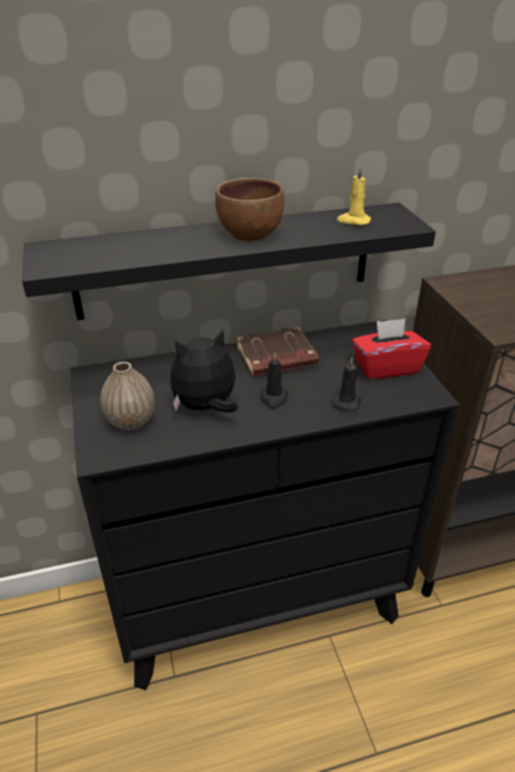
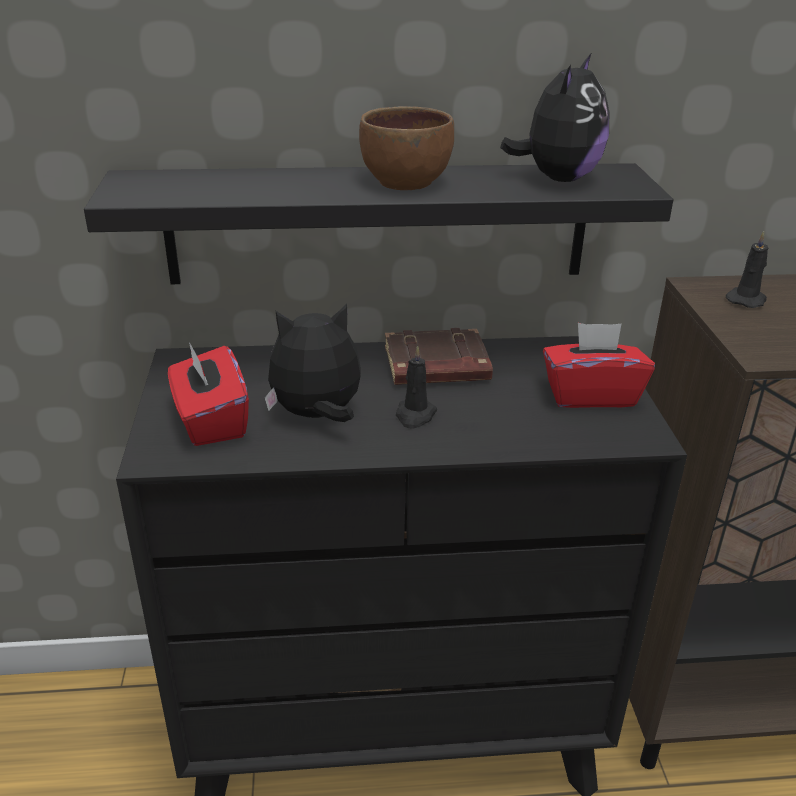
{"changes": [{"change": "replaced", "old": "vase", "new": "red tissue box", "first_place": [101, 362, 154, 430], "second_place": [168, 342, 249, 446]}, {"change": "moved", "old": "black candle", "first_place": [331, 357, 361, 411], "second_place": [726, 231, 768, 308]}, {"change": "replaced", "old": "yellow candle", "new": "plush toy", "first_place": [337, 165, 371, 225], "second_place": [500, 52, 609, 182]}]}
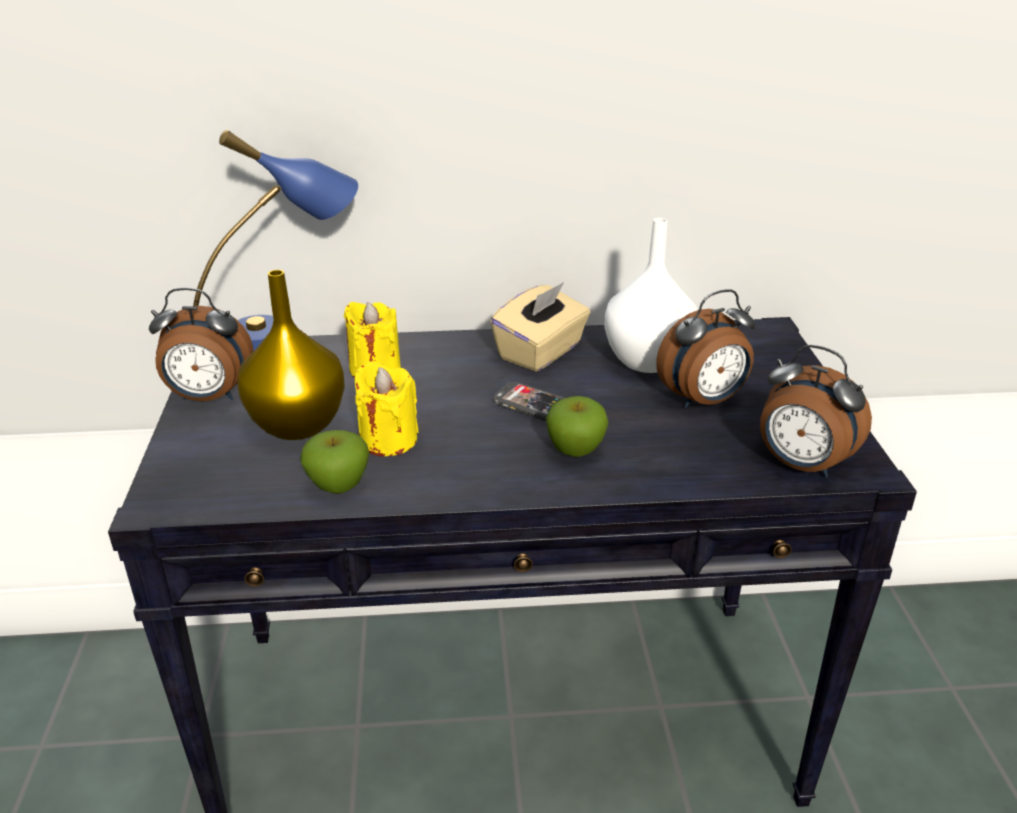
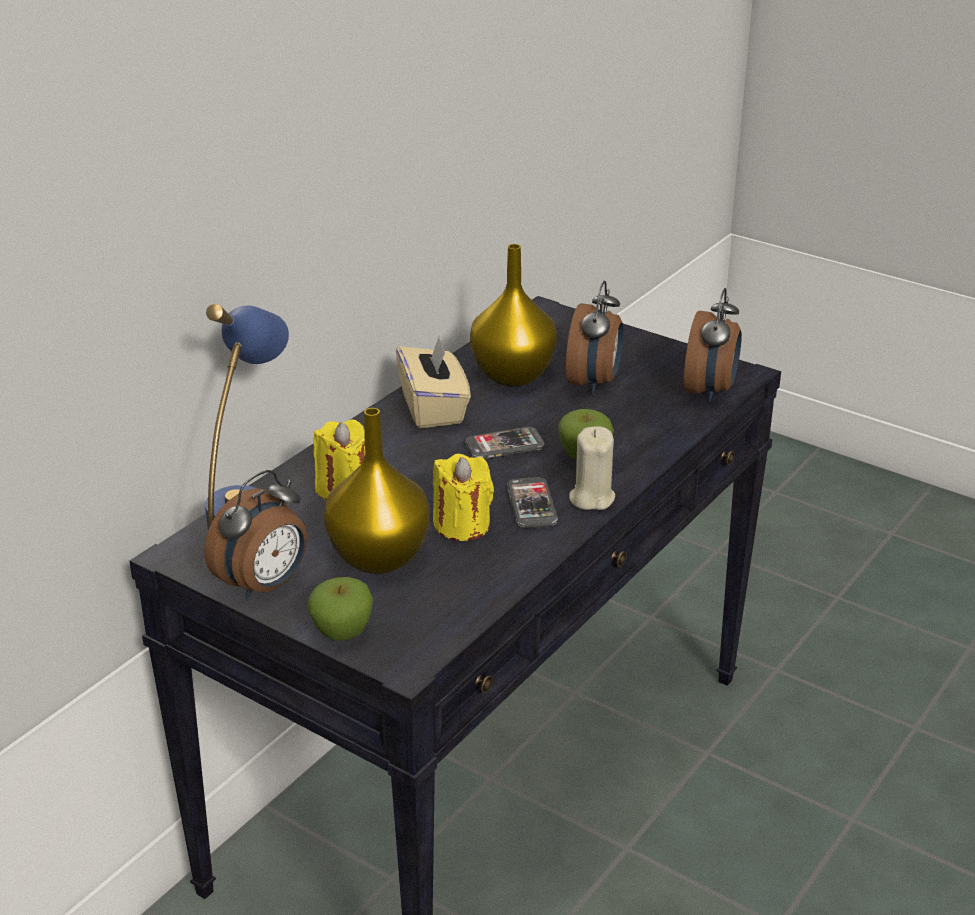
{"changes": [{"change": "moved", "old": "apple", "first_place": [300, 430, 369, 494], "second_place": [307, 577, 373, 641]}, {"change": "recoloured", "old": "white vase", "new": "yellow vase", "first_place": [605, 218, 697, 373], "second_place": [470, 244, 557, 386]}, {"change": "turned", "old": "alarm clock", "first_place": [760, 345, 872, 478], "second_place": [684, 288, 742, 402], "degrees": -60}, {"change": "added", "new": "phone", "second_place": [507, 477, 558, 528]}, {"change": "added", "new": "beige candle", "second_place": [569, 426, 615, 510]}]}
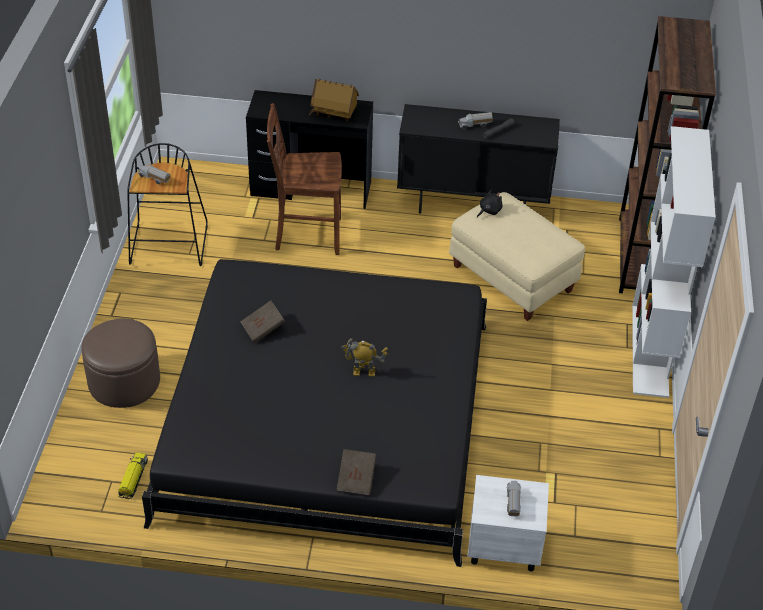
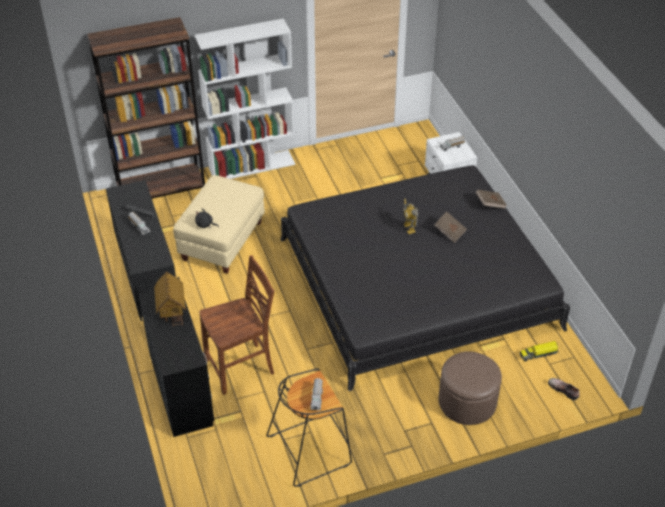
{"changes": [{"change": "moved", "old": "brown book", "first_place": [240, 301, 285, 343], "second_place": [435, 212, 467, 243]}, {"change": "turned", "old": "brown chair", "first_place": [267, 103, 342, 255], "second_place": [199, 255, 274, 395], "degrees": -90}, {"change": "added", "new": "shoe", "second_place": [548, 378, 580, 400]}]}
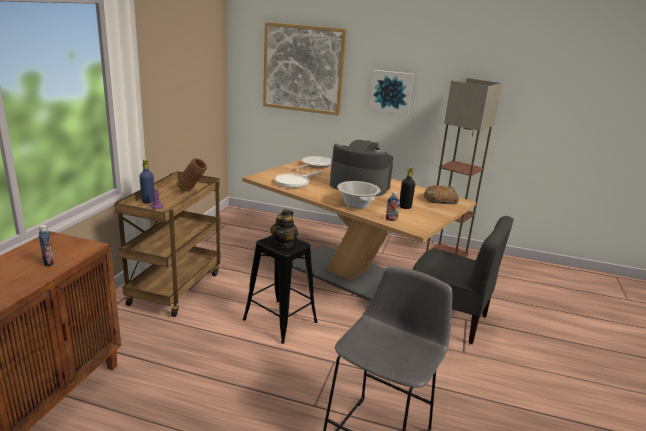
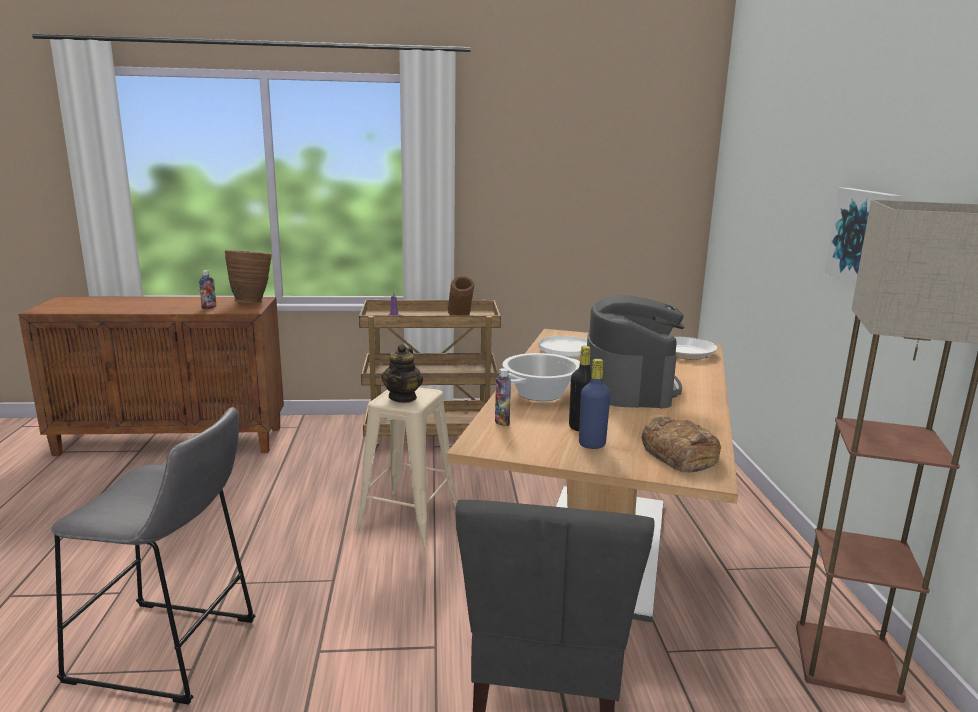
{"changes": [{"change": "moved", "old": "blue bottle", "first_place": [139, 159, 154, 203], "second_place": [579, 359, 611, 449]}, {"change": "recoloured", "old": "black stool", "new": "beige stool", "first_place": [243, 235, 318, 344], "second_place": [355, 388, 457, 546]}, {"change": "removed", "old": "picture", "first_place": [263, 22, 347, 116]}, {"change": "turned", "old": "teapot", "first_place": [270, 209, 298, 248], "second_place": [381, 344, 423, 403], "degrees": -75}, {"change": "added", "new": "brown vase", "second_place": [225, 250, 272, 303]}]}
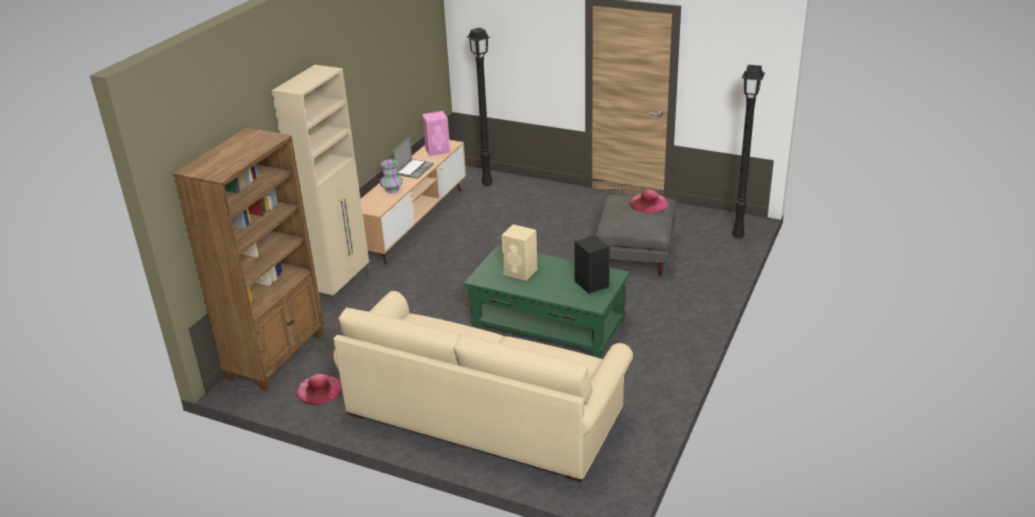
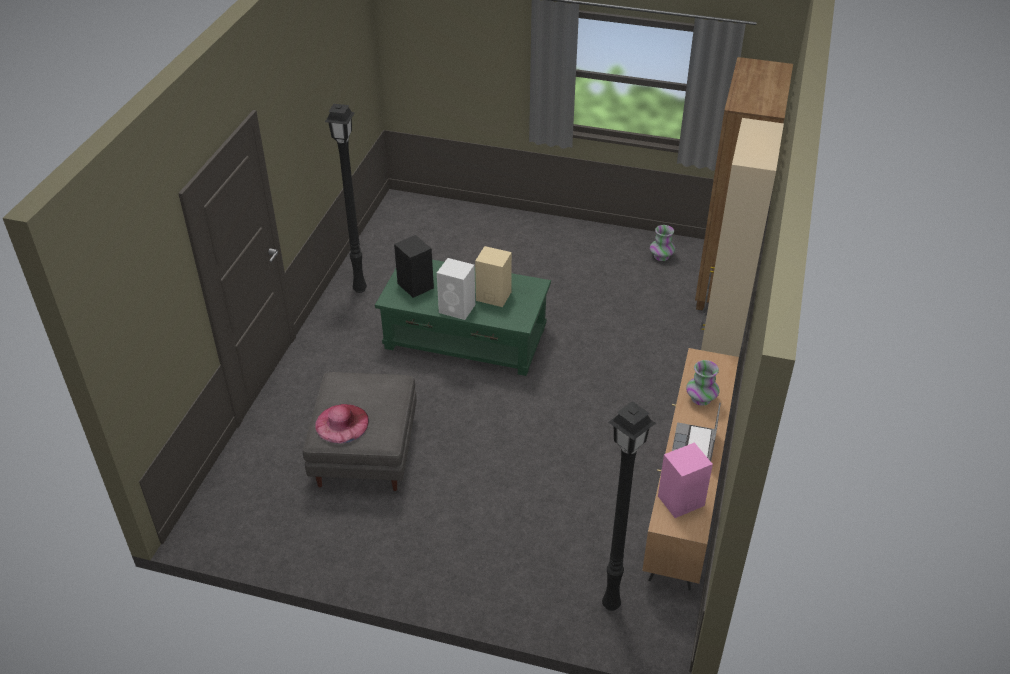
{"changes": [{"change": "replaced", "old": "pink hat", "new": "vase", "first_place": [296, 374, 342, 405], "second_place": [650, 225, 675, 261]}, {"change": "removed", "old": "beige sofa", "first_place": [333, 291, 633, 482]}, {"change": "moved", "old": "black floor lamp", "first_place": [732, 65, 765, 239], "second_place": [325, 104, 367, 293]}, {"change": "added", "new": "white speaker", "second_place": [437, 258, 475, 320]}]}
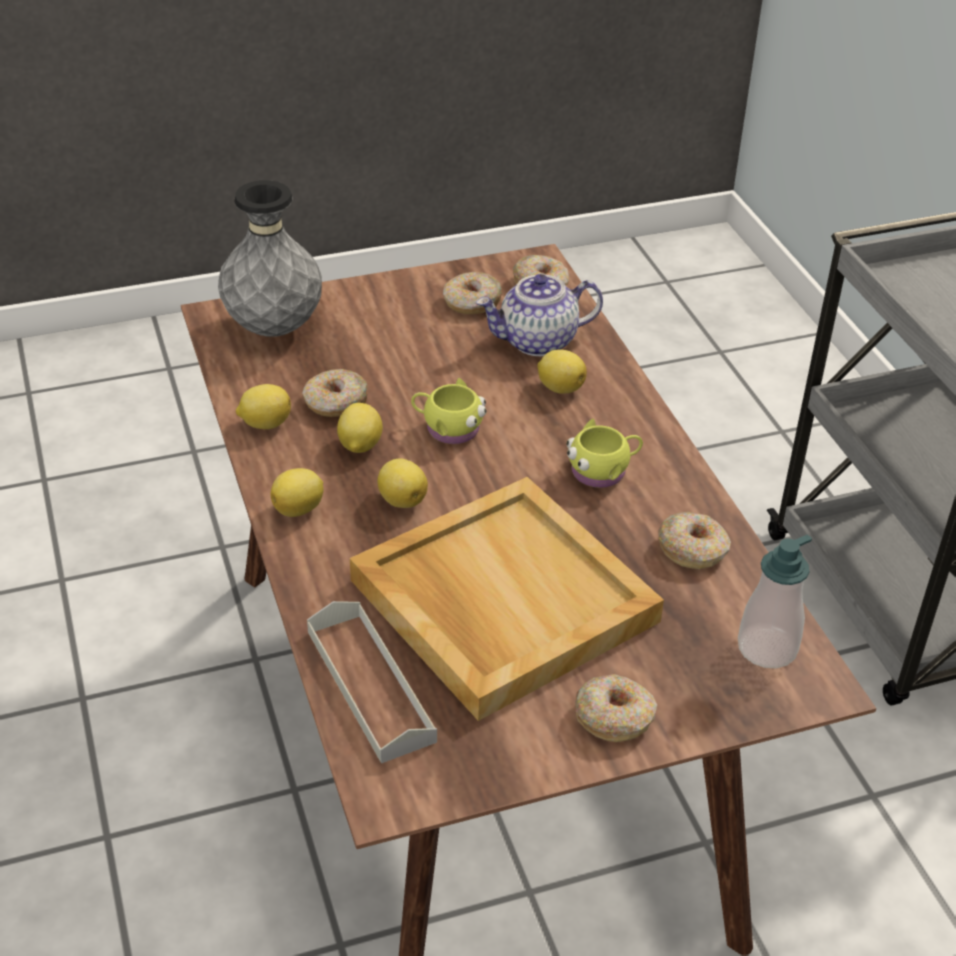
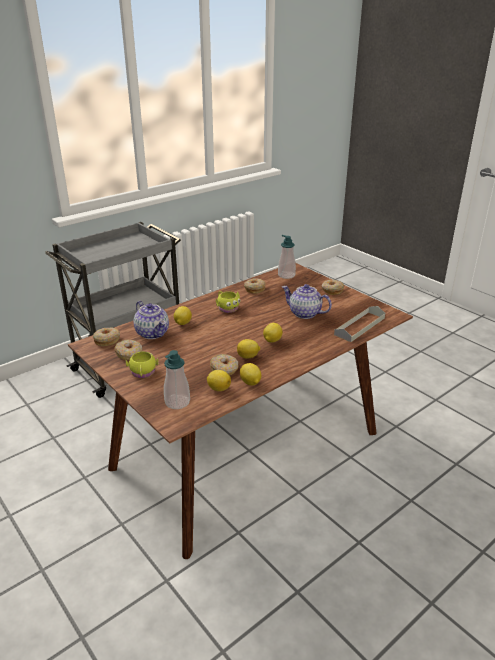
{"changes": [{"change": "replaced", "old": "grey vase", "new": "soap dispenser", "first_place": [218, 180, 322, 337], "second_place": [164, 350, 190, 409]}, {"change": "moved", "old": "lemon", "first_place": [270, 468, 324, 517], "second_place": [207, 370, 231, 391]}, {"change": "replaced", "old": "beige tray", "new": "teapot", "first_place": [350, 477, 664, 721], "second_place": [282, 284, 332, 319]}, {"change": "moved", "old": "yellow mug", "first_place": [411, 378, 486, 444], "second_place": [125, 351, 159, 378]}]}
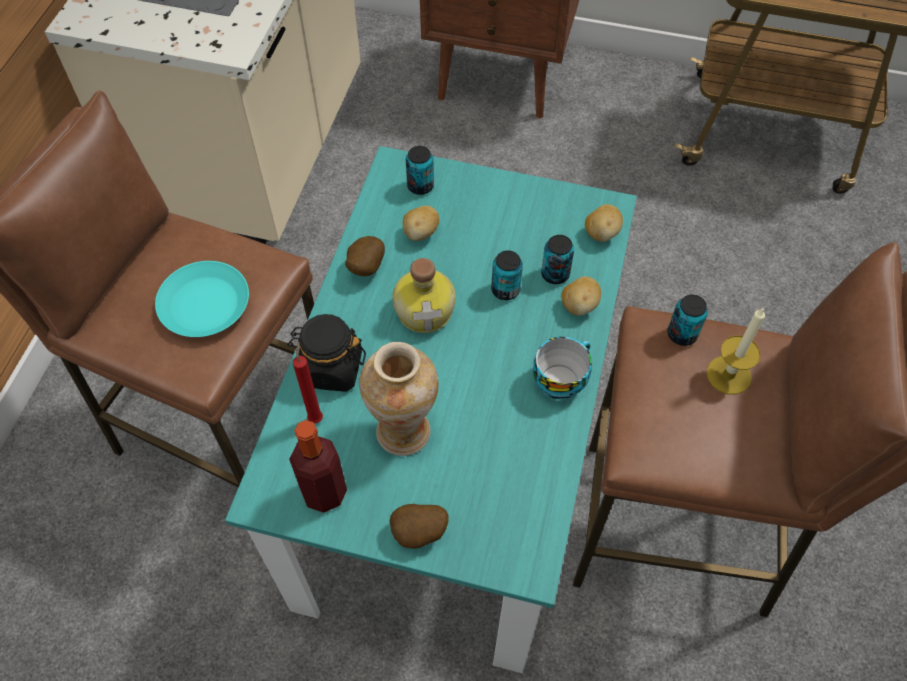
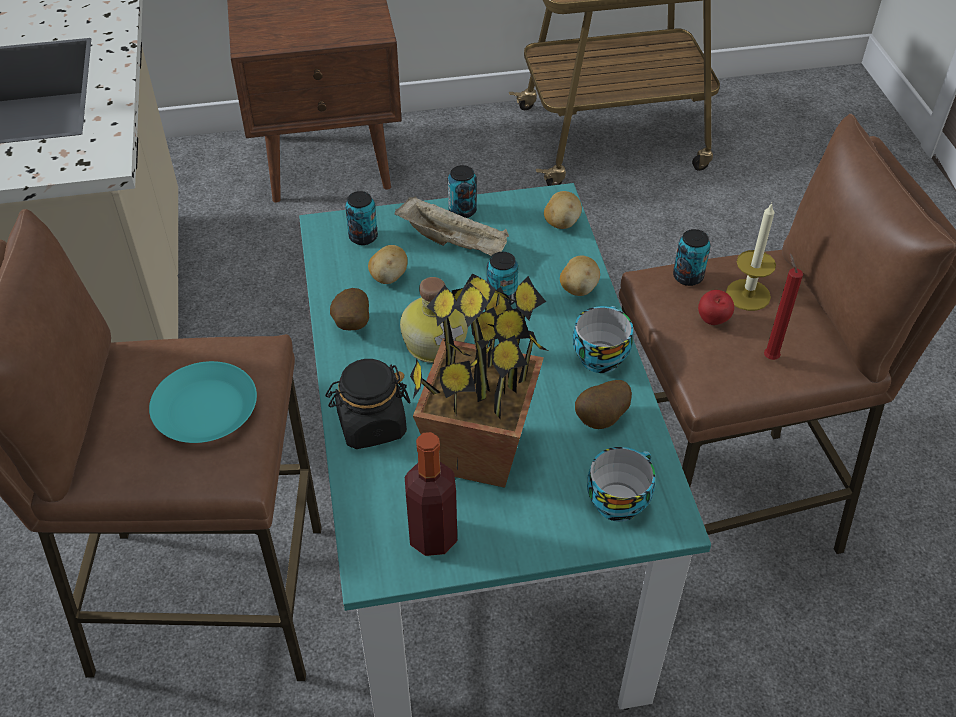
{"changes": [{"change": "moved", "old": "red candle", "first_place": [293, 342, 323, 424], "second_place": [764, 253, 803, 360]}, {"change": "replaced", "old": "vase", "new": "potted plant", "first_place": [359, 342, 439, 456], "second_place": [410, 273, 548, 488]}, {"change": "moved", "old": "potato", "first_place": [389, 504, 449, 549], "second_place": [575, 380, 632, 429]}, {"change": "moved", "old": "can", "first_place": [541, 235, 574, 284], "second_place": [448, 165, 477, 218]}, {"change": "added", "new": "beige tray", "second_place": [395, 196, 509, 256]}, {"change": "added", "new": "cup", "second_place": [587, 447, 655, 522]}, {"change": "added", "new": "apple", "second_place": [698, 290, 734, 325]}]}
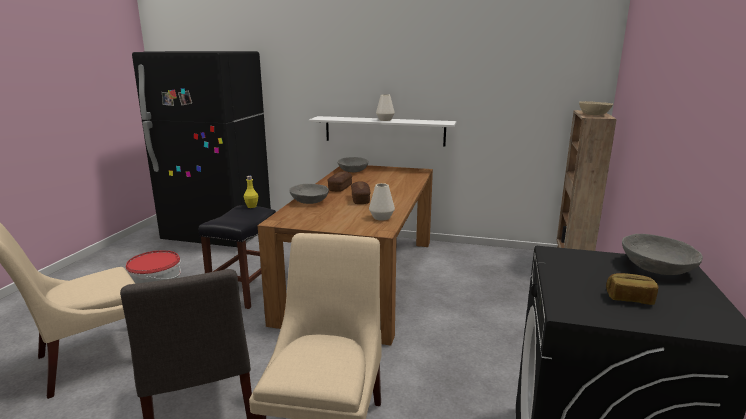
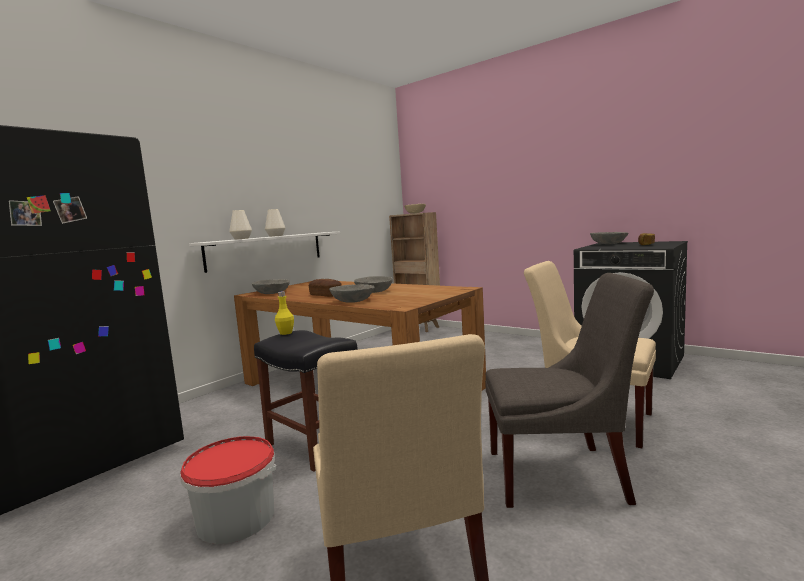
{"changes": [{"change": "replaced", "old": "bread", "new": "grey bowl", "first_place": [351, 181, 370, 204], "second_place": [354, 276, 393, 293]}, {"change": "moved", "old": "white vase", "first_place": [369, 183, 395, 221], "second_place": [229, 210, 252, 240]}]}
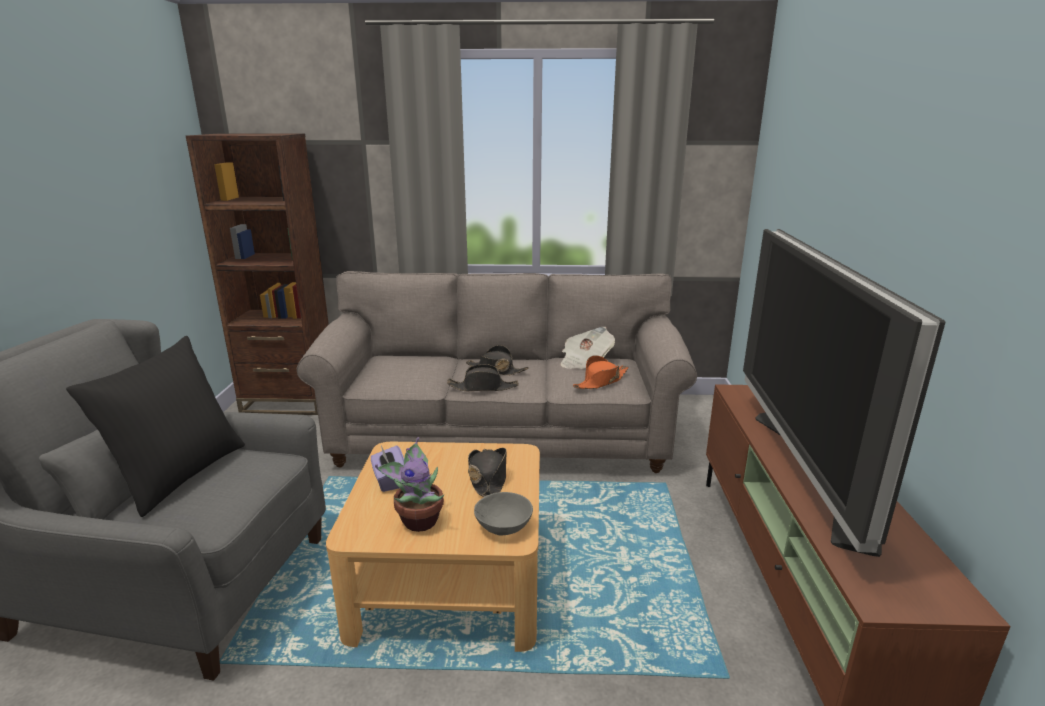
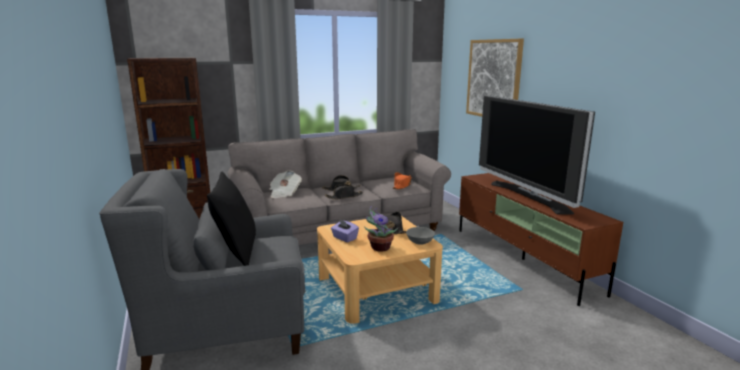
{"changes": [{"change": "moved", "old": "newspaper", "first_place": [561, 327, 615, 369], "second_place": [270, 171, 302, 198]}, {"change": "added", "new": "picture", "second_place": [466, 39, 524, 117]}]}
